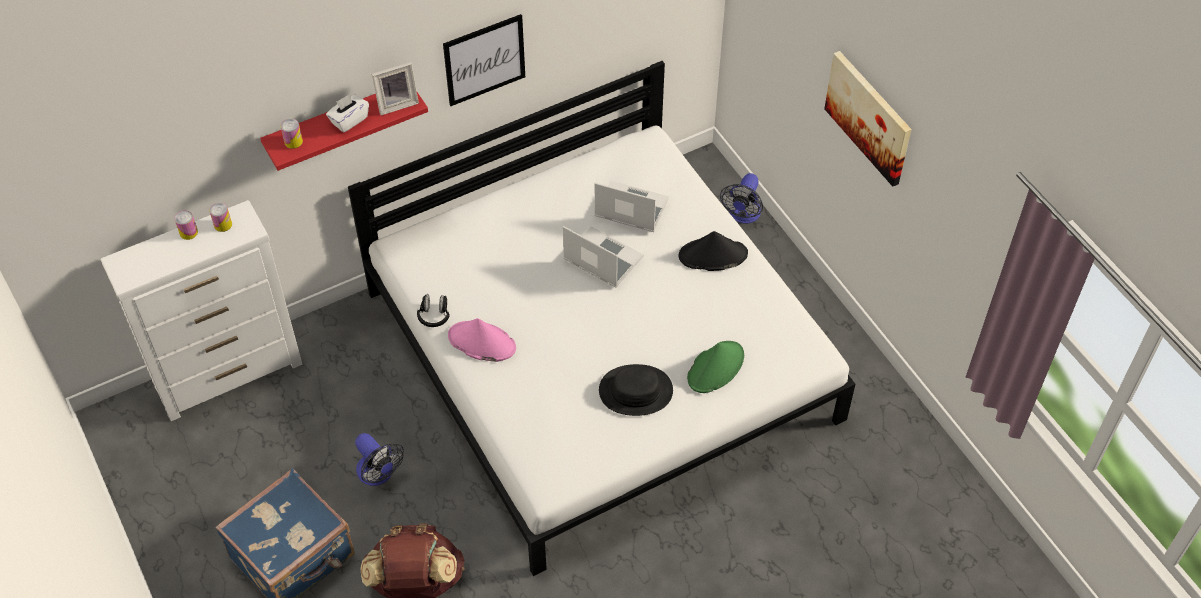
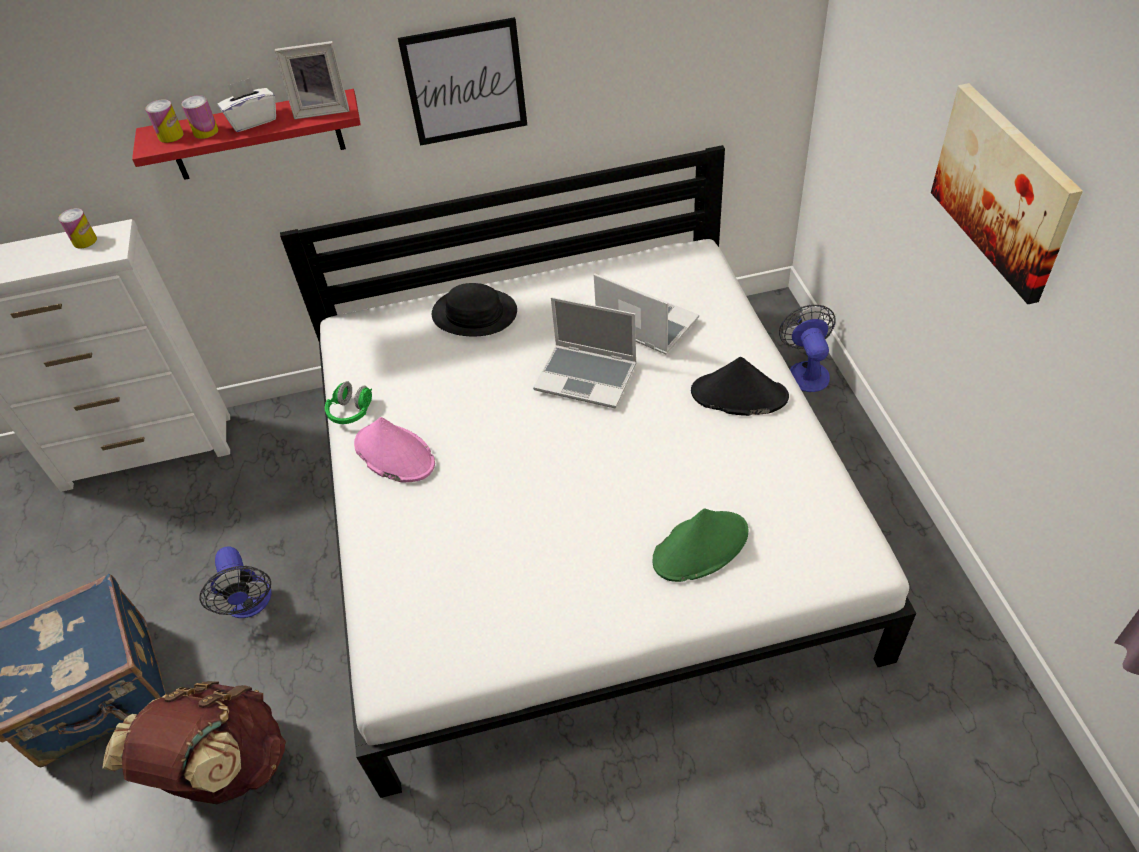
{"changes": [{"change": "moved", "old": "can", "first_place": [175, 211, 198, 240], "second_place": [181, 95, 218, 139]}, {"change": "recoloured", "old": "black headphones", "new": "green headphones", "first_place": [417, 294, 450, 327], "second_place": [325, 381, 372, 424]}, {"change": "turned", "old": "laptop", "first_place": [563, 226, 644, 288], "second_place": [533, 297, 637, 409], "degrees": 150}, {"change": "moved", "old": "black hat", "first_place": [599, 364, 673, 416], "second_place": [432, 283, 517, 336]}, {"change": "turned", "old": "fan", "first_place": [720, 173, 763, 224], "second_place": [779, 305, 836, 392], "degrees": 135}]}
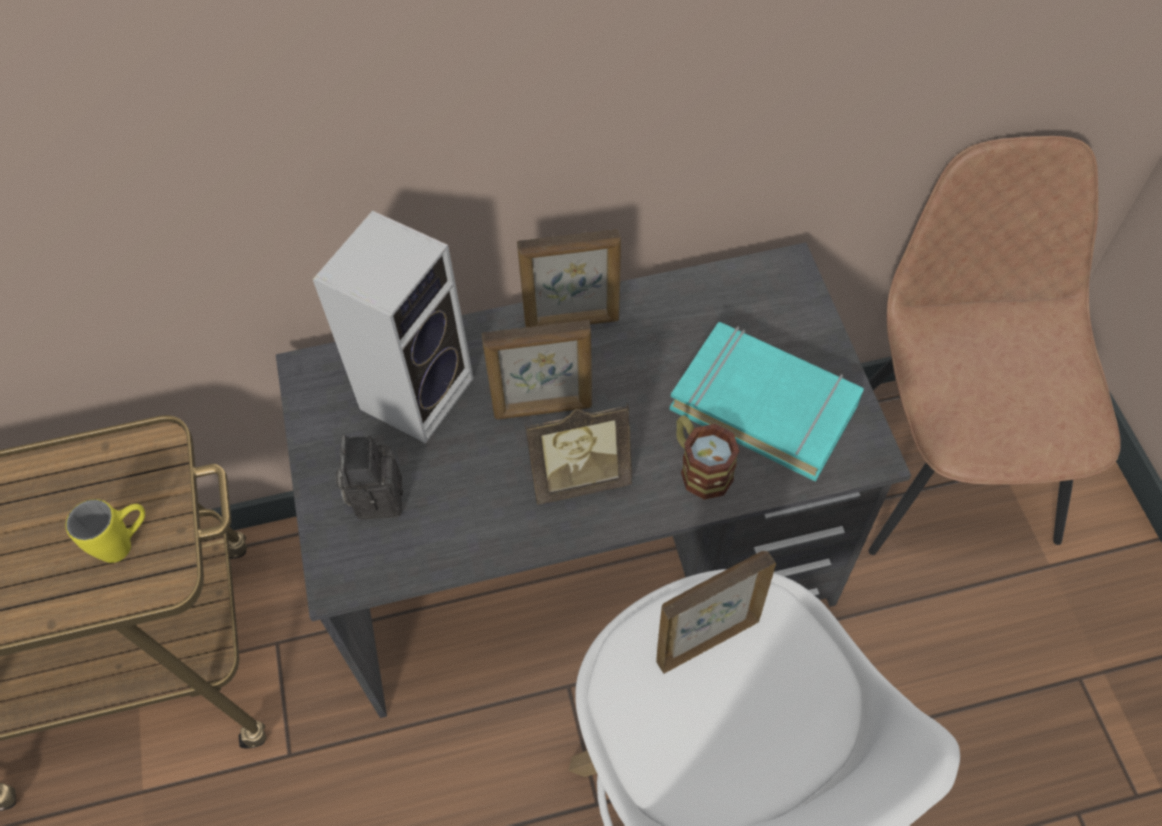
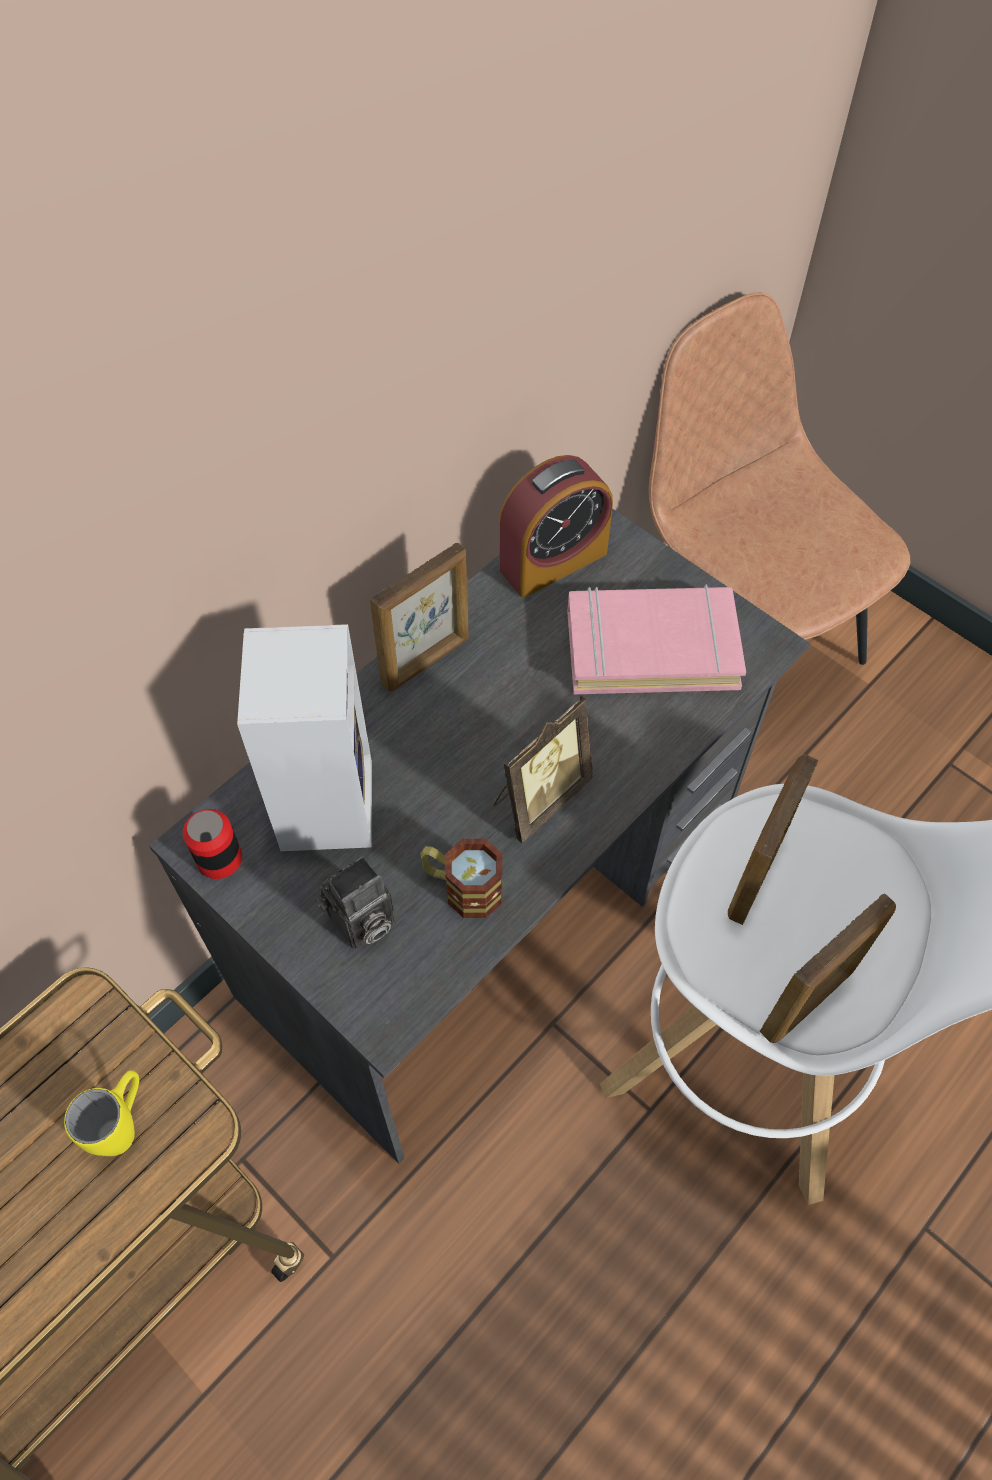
{"changes": [{"change": "turned", "old": "photo camera", "first_place": [336, 435, 403, 520], "second_place": [315, 856, 394, 949], "degrees": -90}, {"change": "moved", "old": "picture frame", "first_place": [482, 320, 592, 419], "second_place": [759, 893, 896, 1043]}, {"change": "recoloured", "old": "turquoise book", "new": "pink book", "first_place": [670, 322, 864, 482], "second_place": [567, 584, 746, 694]}, {"change": "moved", "old": "mug", "first_place": [677, 415, 739, 500], "second_place": [420, 839, 503, 918]}, {"change": "added", "new": "can", "second_place": [183, 809, 242, 879]}, {"change": "added", "new": "alarm clock", "second_place": [499, 455, 613, 597]}]}
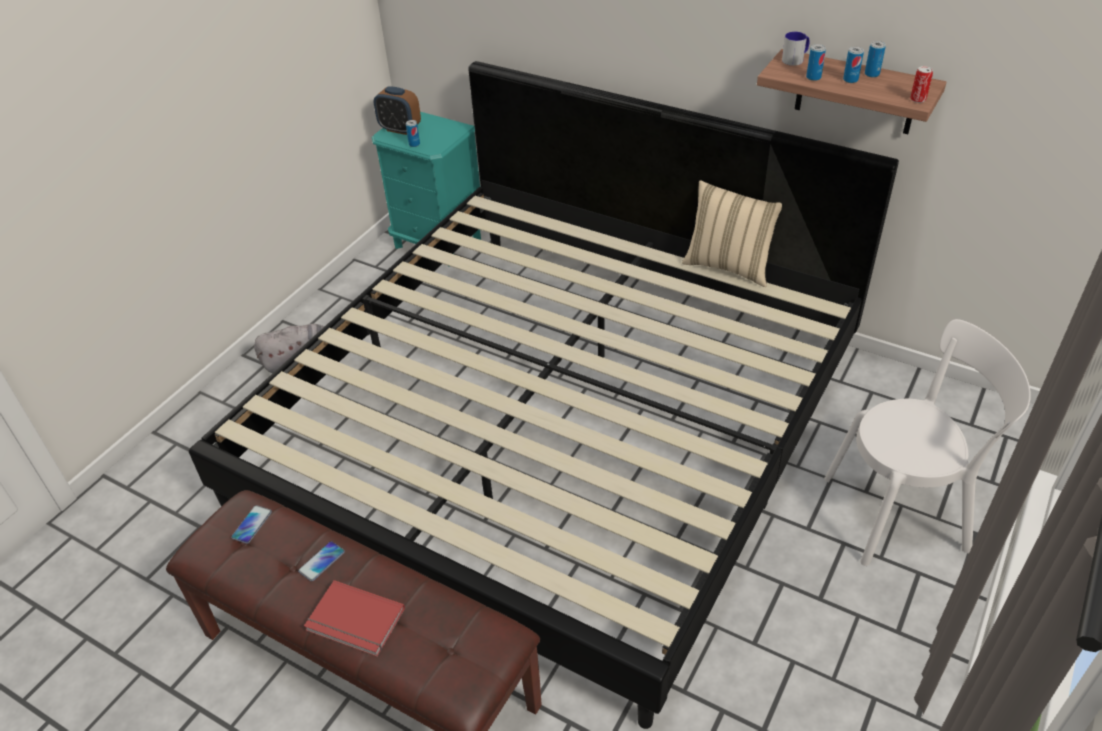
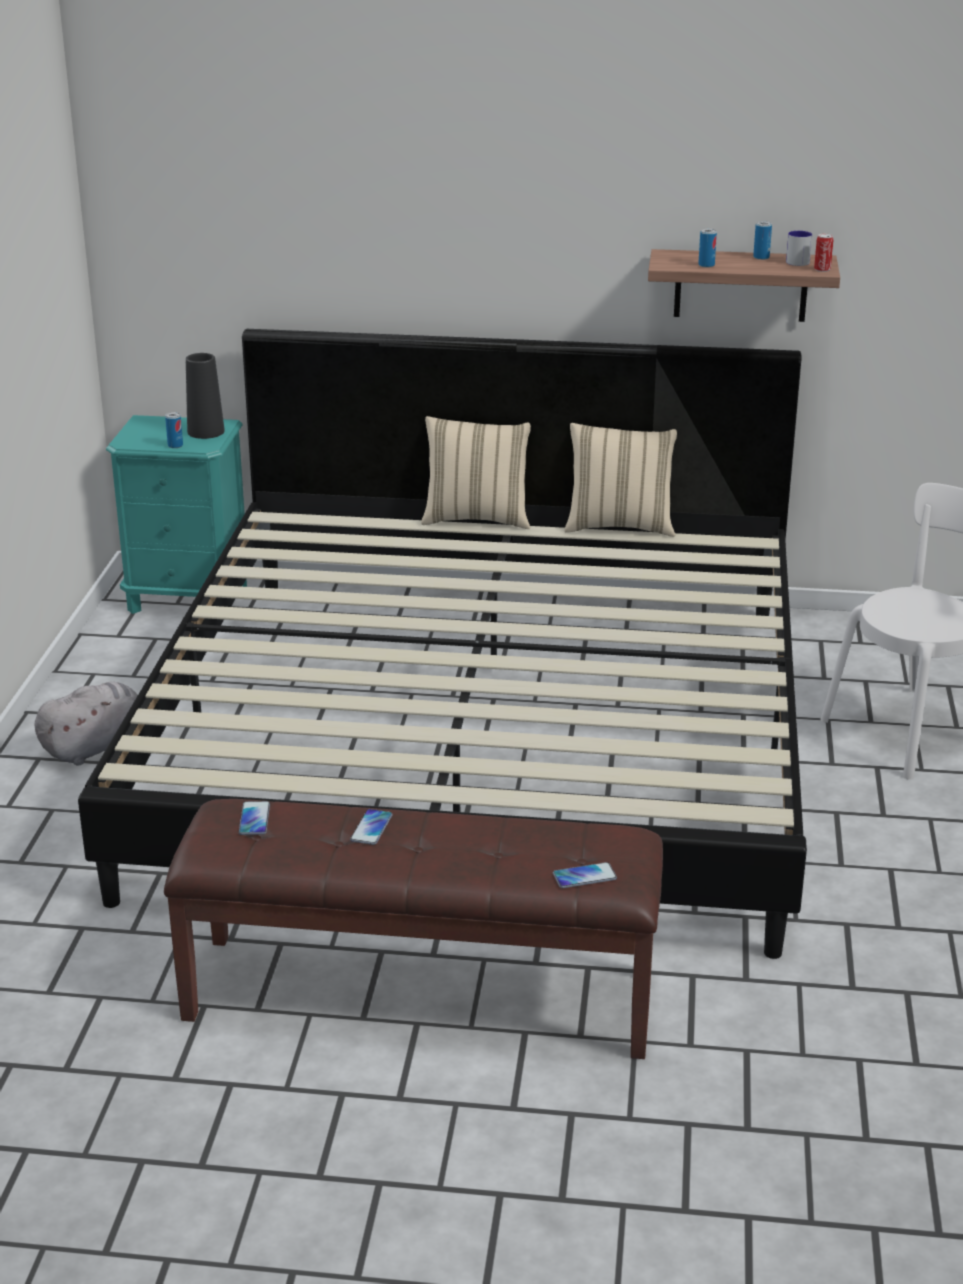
{"changes": [{"change": "removed", "old": "red book", "first_place": [304, 580, 405, 657]}, {"change": "removed", "old": "alarm clock", "first_place": [374, 86, 421, 135]}, {"change": "moved", "old": "mug", "first_place": [782, 32, 809, 66], "second_place": [786, 231, 812, 266]}, {"change": "removed", "old": "can", "first_place": [843, 46, 864, 83]}, {"change": "added", "new": "black vase", "second_place": [186, 353, 225, 439]}, {"change": "added", "new": "beige pillow", "second_place": [421, 416, 531, 529]}, {"change": "added", "new": "phone", "second_place": [553, 862, 617, 888]}]}
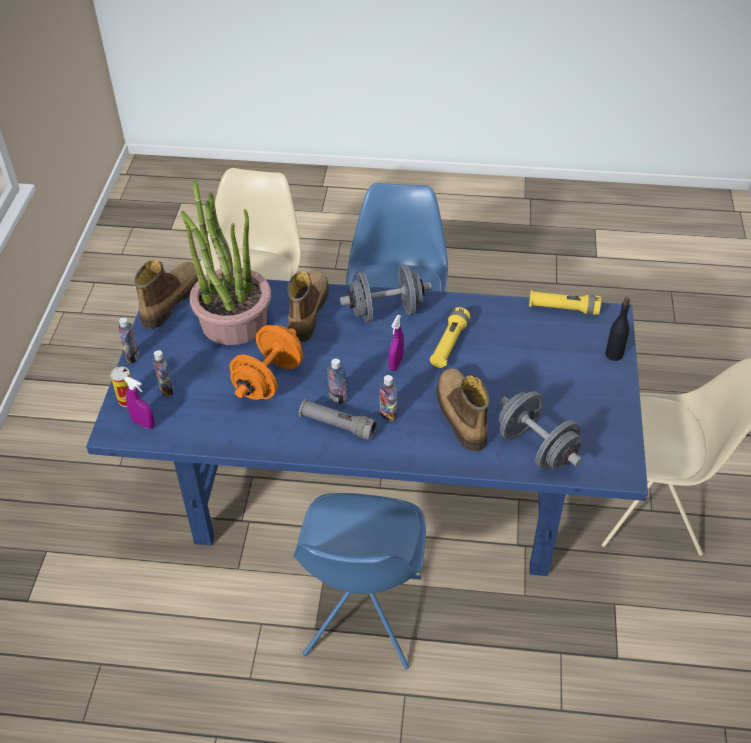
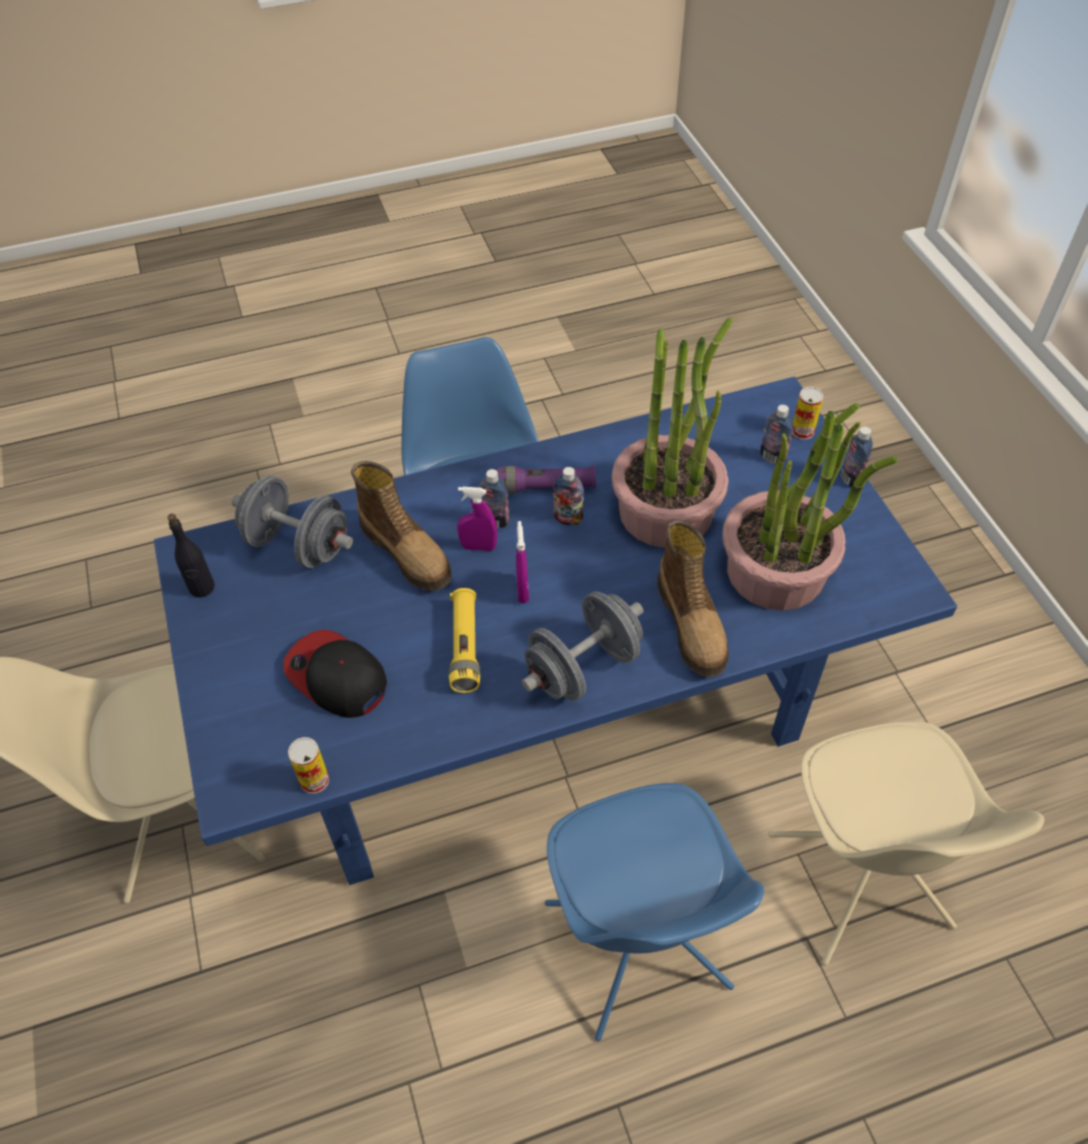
{"changes": [{"change": "moved", "old": "purple spray bottle", "first_place": [124, 377, 155, 429], "second_place": [457, 487, 497, 551]}, {"change": "removed", "old": "boot", "first_place": [134, 259, 198, 329]}, {"change": "replaced", "old": "orange dumbbell", "new": "potted plant", "first_place": [230, 325, 303, 400], "second_place": [612, 317, 733, 548]}, {"change": "recoloured", "old": "grey flashlight", "new": "purple flashlight", "first_place": [299, 399, 377, 440], "second_place": [497, 465, 596, 494]}, {"change": "replaced", "old": "yellow flashlight", "new": "can", "first_place": [529, 290, 601, 315], "second_place": [288, 737, 329, 794]}, {"change": "moved", "old": "black bottle", "first_place": [605, 297, 630, 361], "second_place": [167, 514, 215, 598]}, {"change": "added", "new": "cap", "second_place": [283, 629, 387, 718]}]}
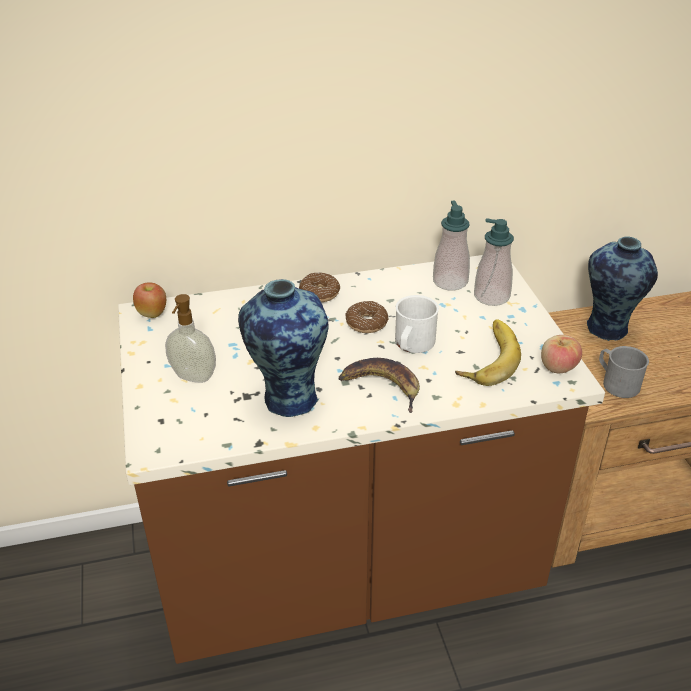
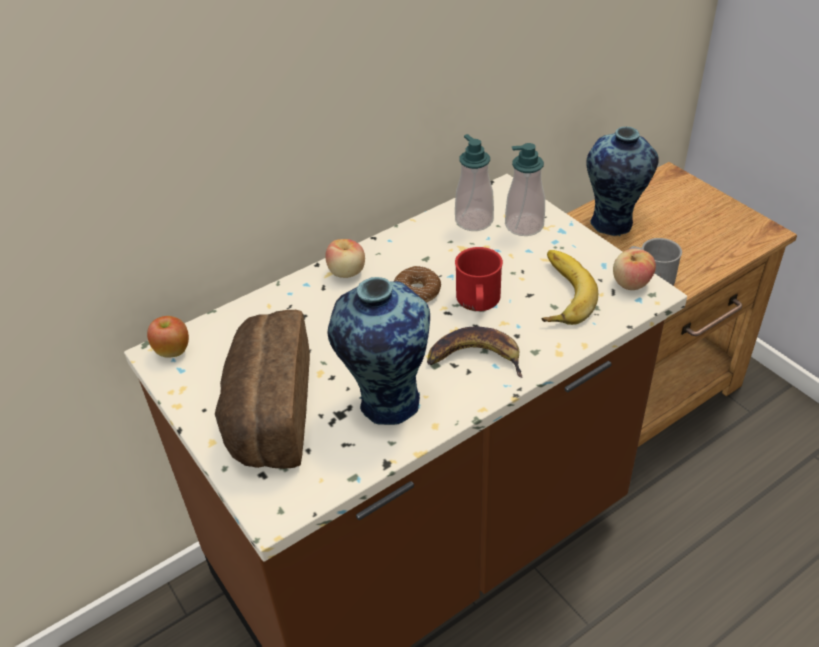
{"changes": [{"change": "replaced", "old": "soap dispenser", "new": "bread", "first_place": [165, 294, 216, 383], "second_place": [215, 310, 310, 469]}, {"change": "replaced", "old": "donut", "new": "apple", "first_place": [299, 272, 340, 302], "second_place": [325, 239, 365, 278]}, {"change": "recoloured", "old": "white mug", "new": "red mug", "first_place": [395, 295, 439, 353], "second_place": [455, 247, 503, 311]}]}
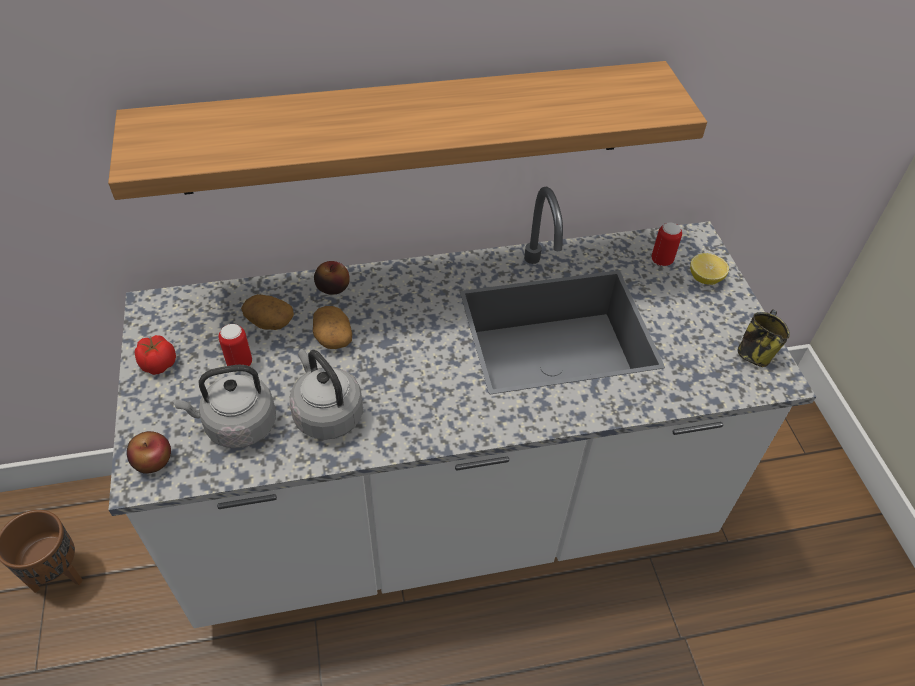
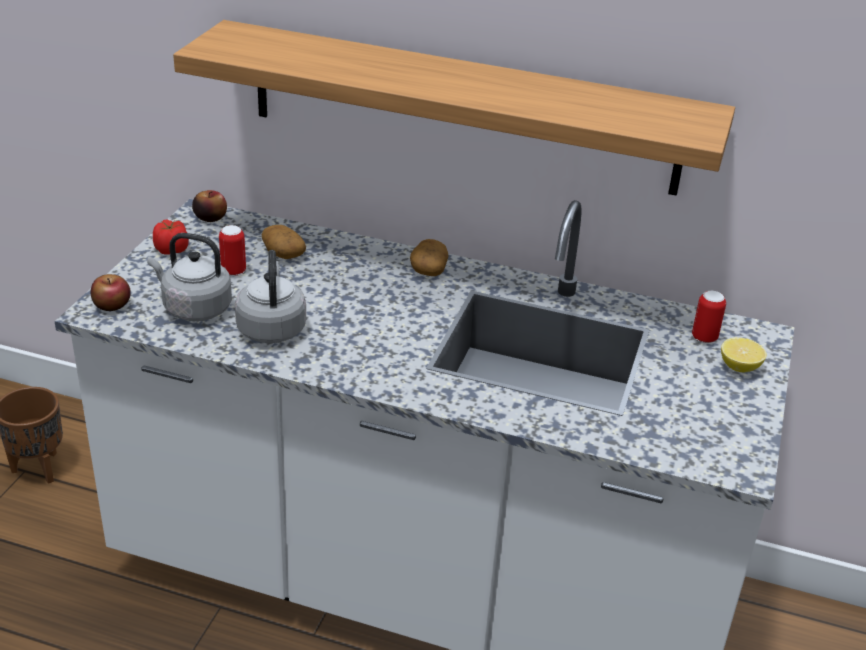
{"changes": [{"change": "moved", "old": "potato", "first_place": [313, 306, 352, 349], "second_place": [410, 239, 448, 276]}, {"change": "moved", "old": "apple", "first_place": [314, 261, 350, 295], "second_place": [192, 190, 227, 222]}, {"change": "removed", "old": "mug", "first_place": [738, 309, 790, 367]}]}
